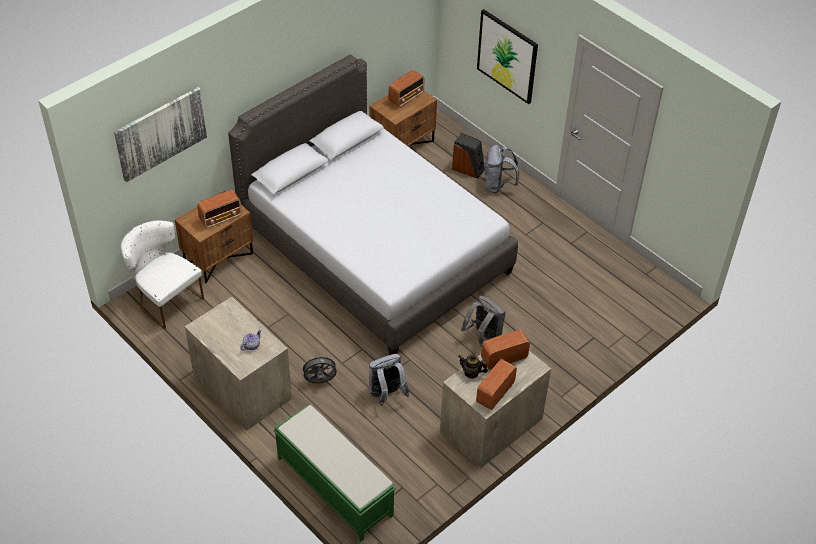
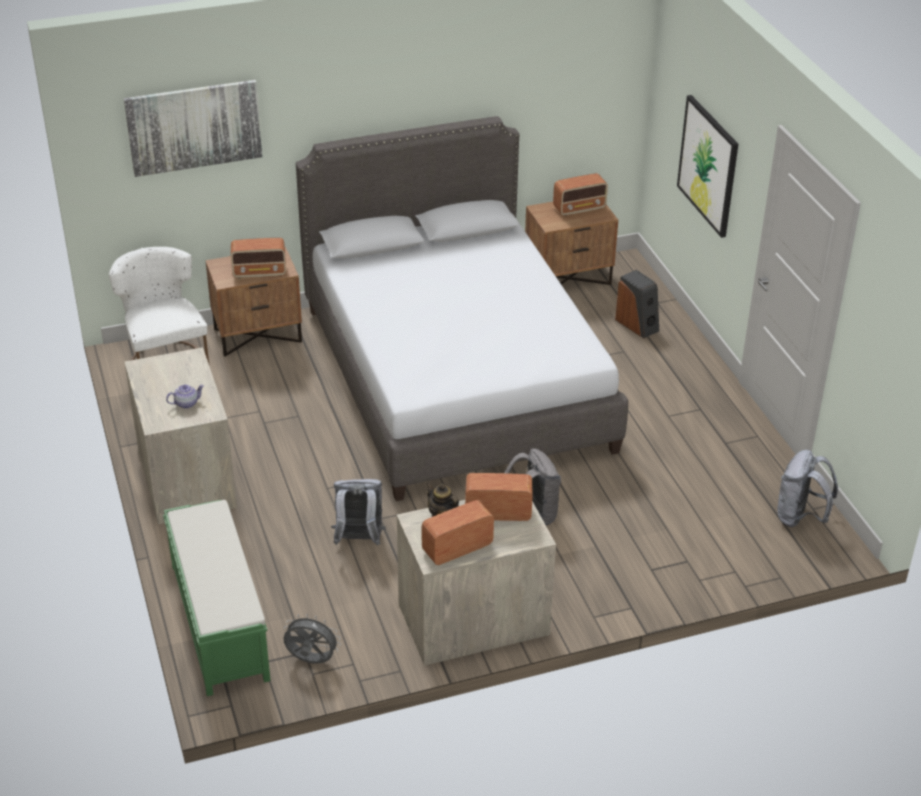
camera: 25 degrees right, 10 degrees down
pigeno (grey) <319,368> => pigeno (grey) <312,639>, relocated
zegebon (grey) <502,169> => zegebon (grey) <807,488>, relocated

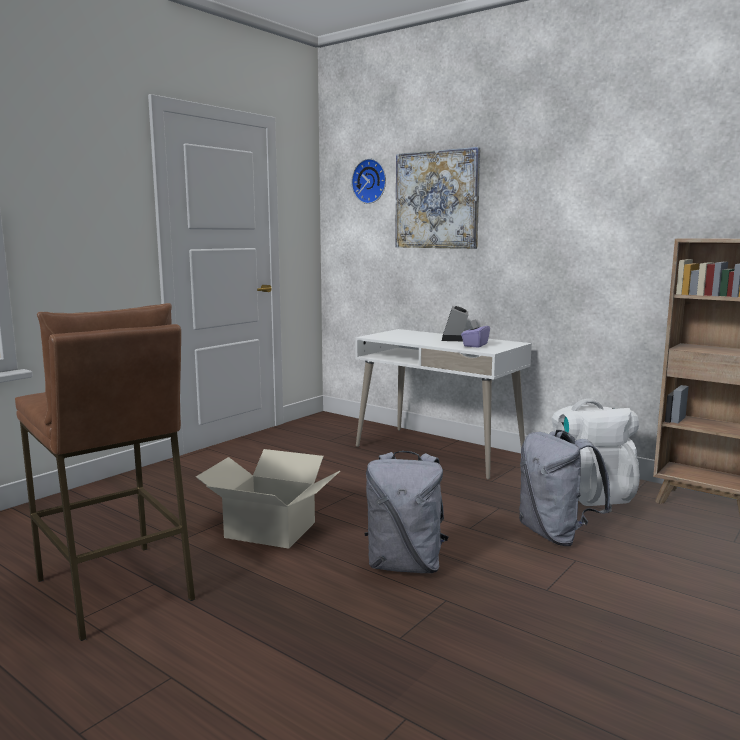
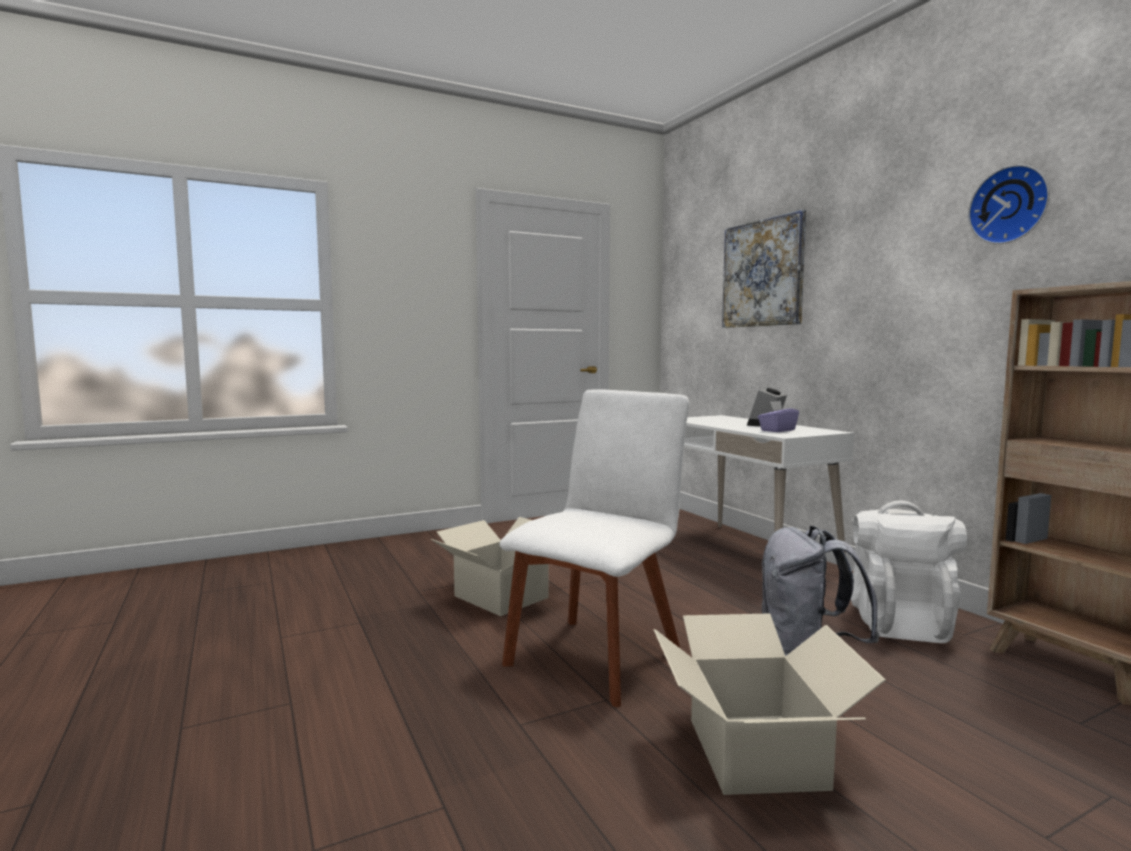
camera: 25 degrees right, 5 degrees down
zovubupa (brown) <105,472> => nothing
nothing => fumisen <769,704>
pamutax <368,181> => pamutax <1009,204>, relocated
zegebon (grey) <407,512> => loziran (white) <594,548>

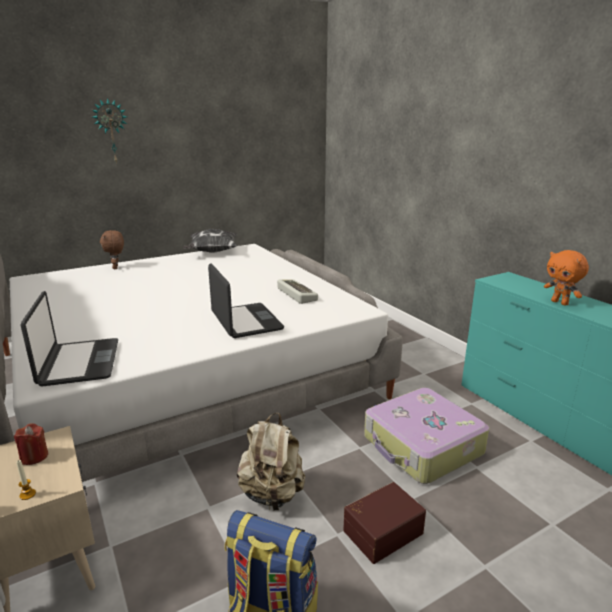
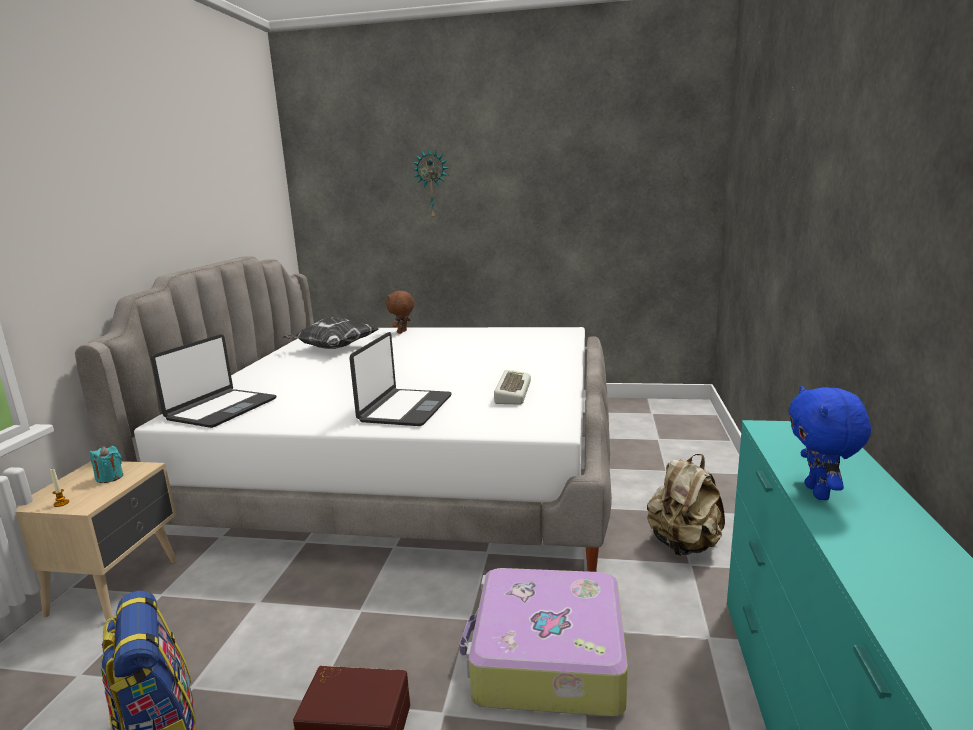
camera: 40 degrees right, 5 degrees down
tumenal <210,241> => tumenal <330,333>, relocated
zegebon (beige) <271,462> => zegebon (beige) <686,505>, relocated
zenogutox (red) <31,444> => zenogutox (turquoise) <106,464>
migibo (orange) <566,278> => migibo (blue) <829,443>

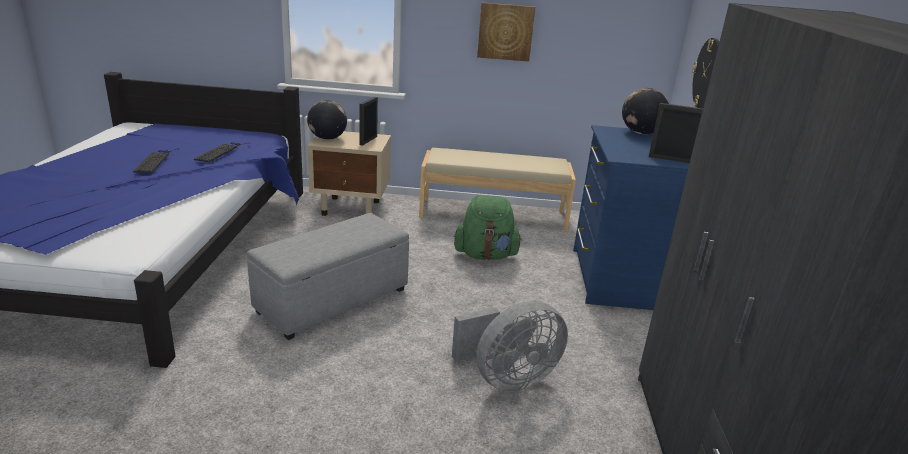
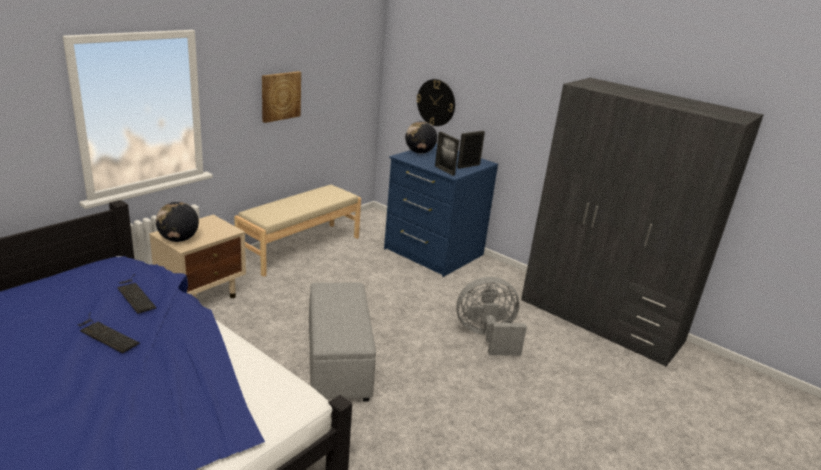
camera: 55 degrees left, 0 degrees up
zegebon (green) <488,227> => nothing
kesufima <369,121> => kesufima <447,154>, relocated
pigeno (grey) <510,346> => pigeno (grey) <491,316>, 105 degrees counterclockwise

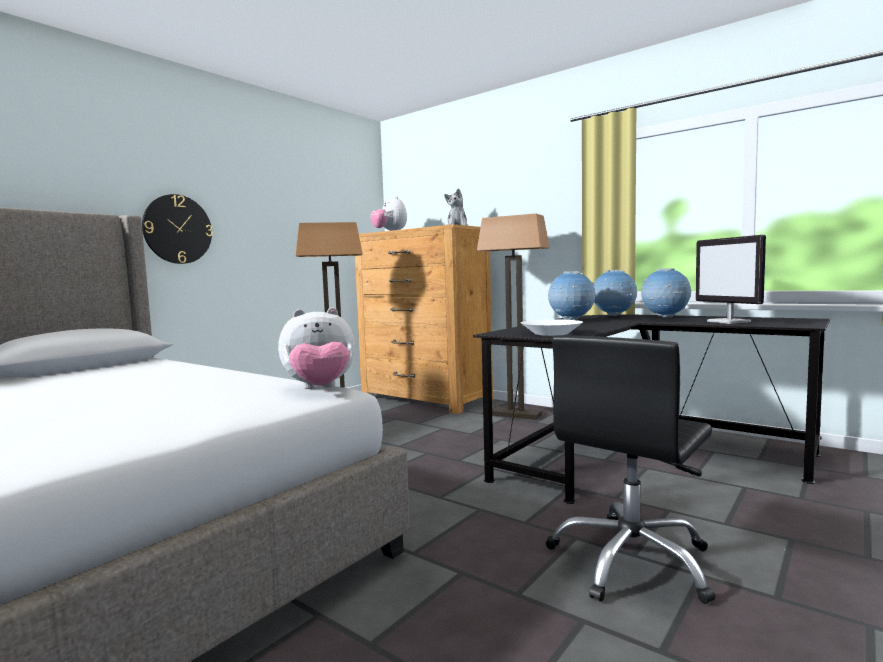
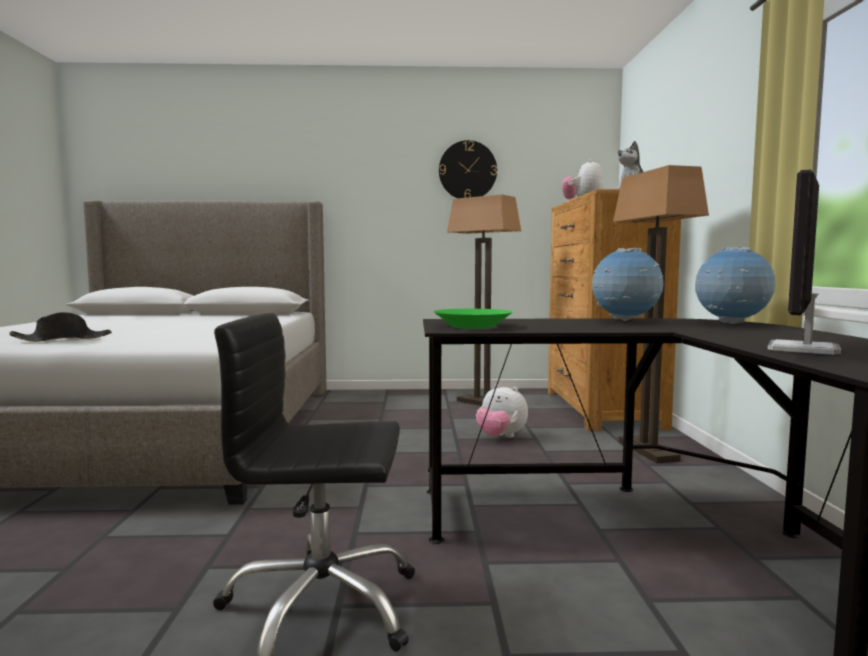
camera: 50 degrees right, 0 degrees up
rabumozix <666,293> => nothing
nothing => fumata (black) <60,327>
pamutax <177,229> => pamutax <468,169>, relocated
migibo <316,348> => migibo <502,411>, relocated
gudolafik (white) <552,327> => gudolafik (green) <473,319>

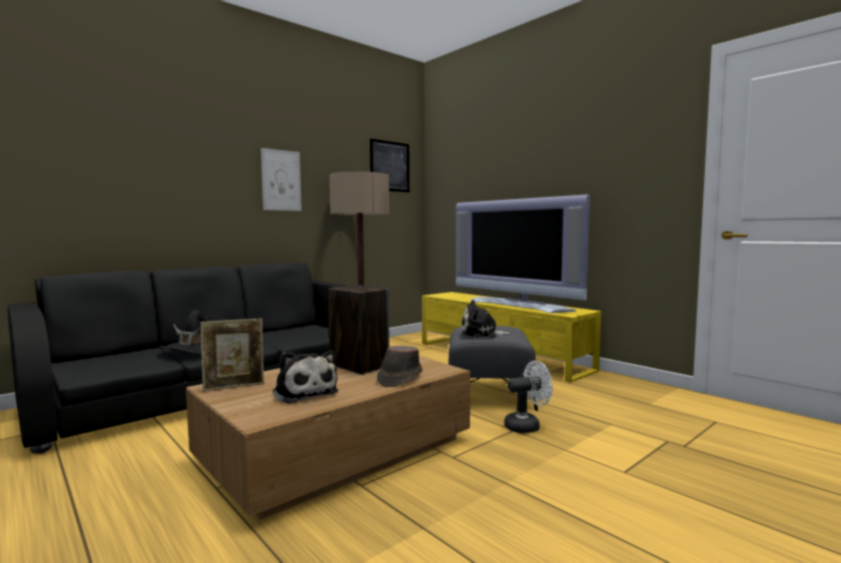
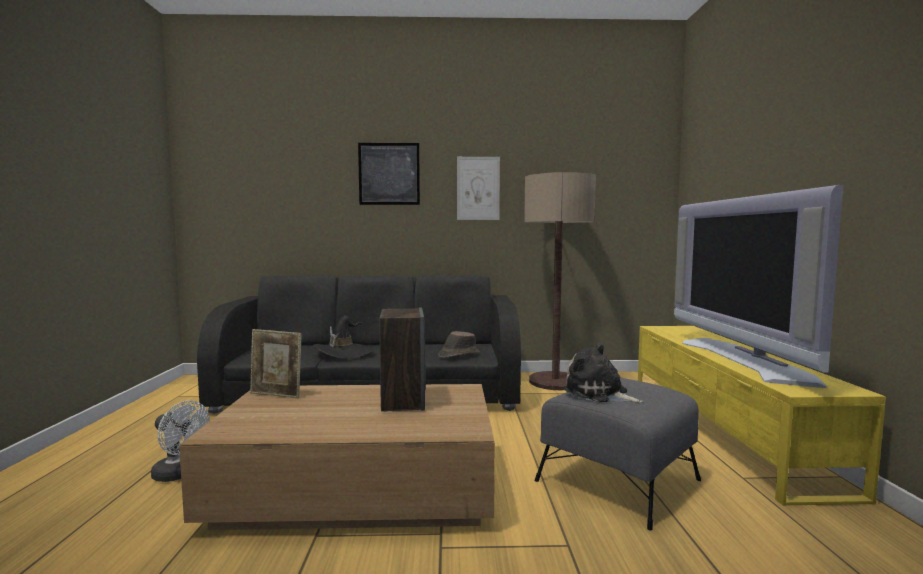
camera: 40 degrees right, 0 degrees up
migibo <305,377> => nothing
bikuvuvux <389,165> => bikuvuvux <389,174>, relocated
fumata (brown) <400,366> => fumata (brown) <459,344>, relocated
pigeno (white) <528,396> => pigeno (white) <180,441>, relocated

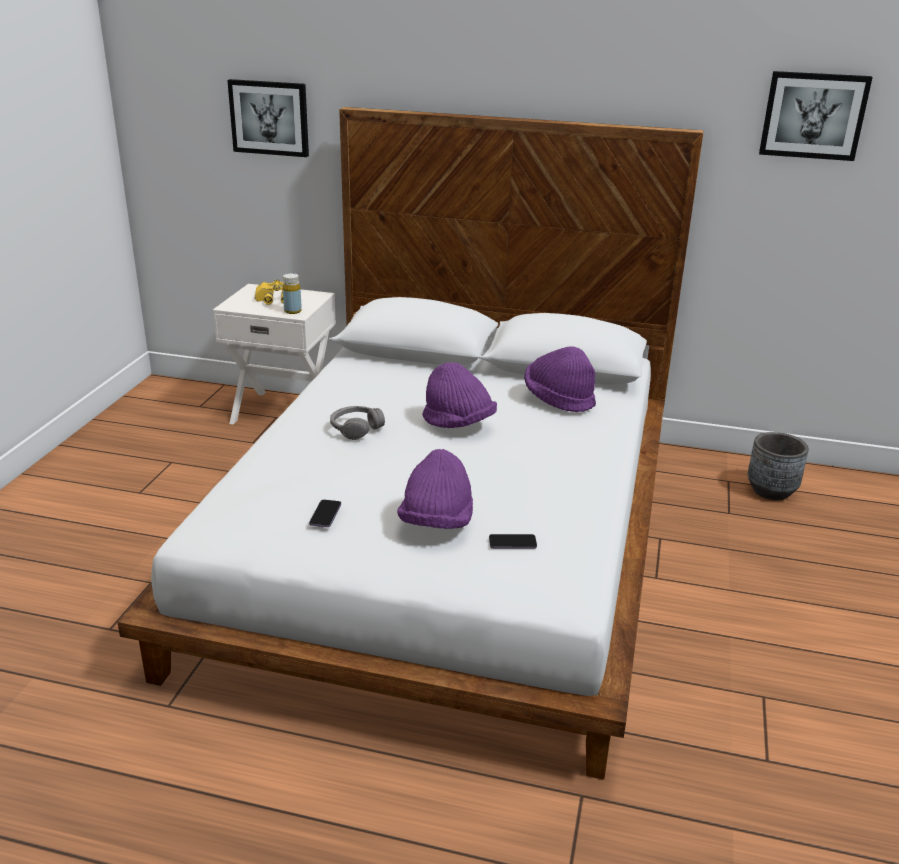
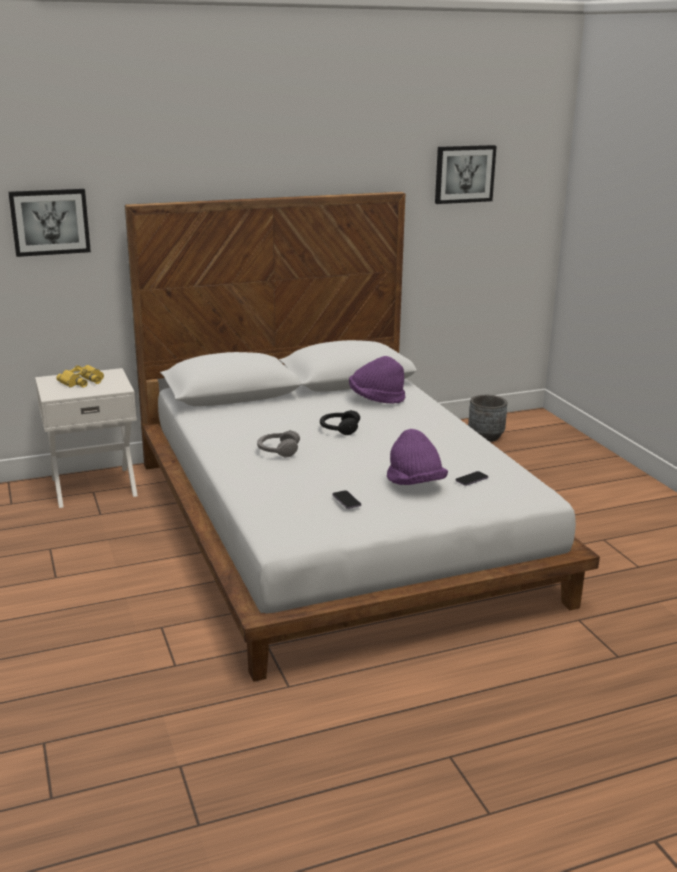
camera: 35 degrees left, 5 degrees down
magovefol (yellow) <292,293> => nothing
fumata (purple) <459,395> => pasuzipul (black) <340,422>

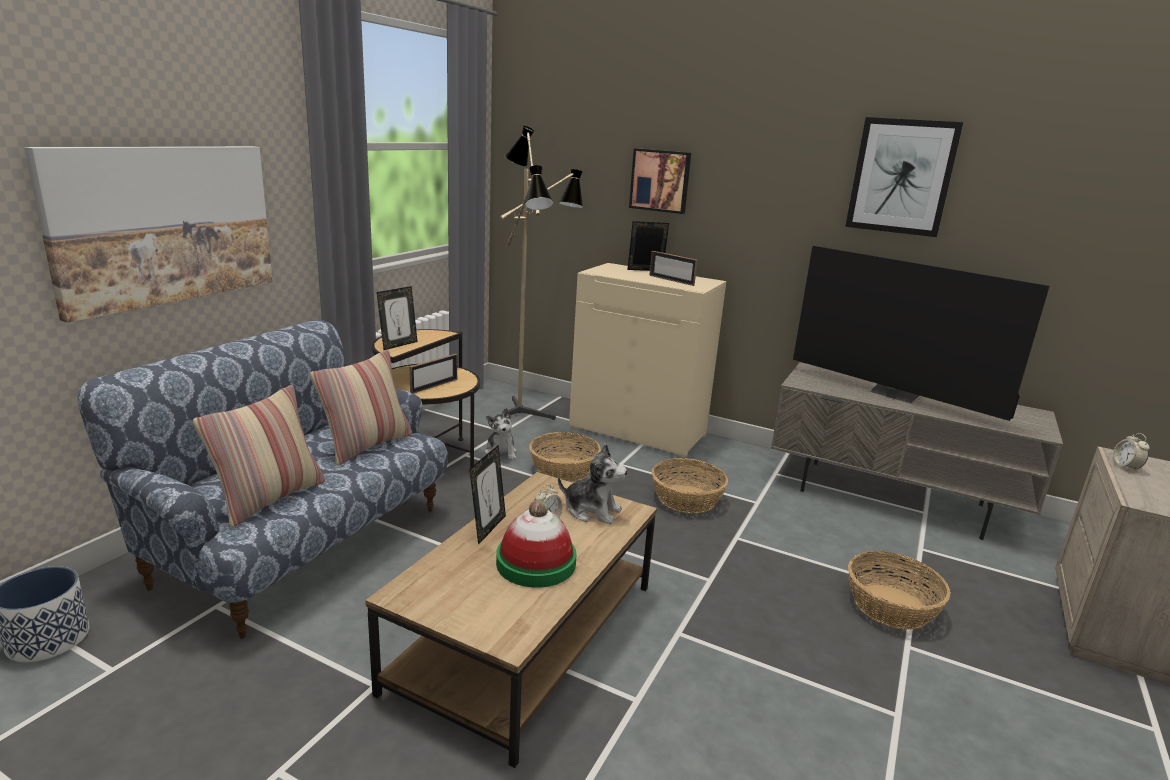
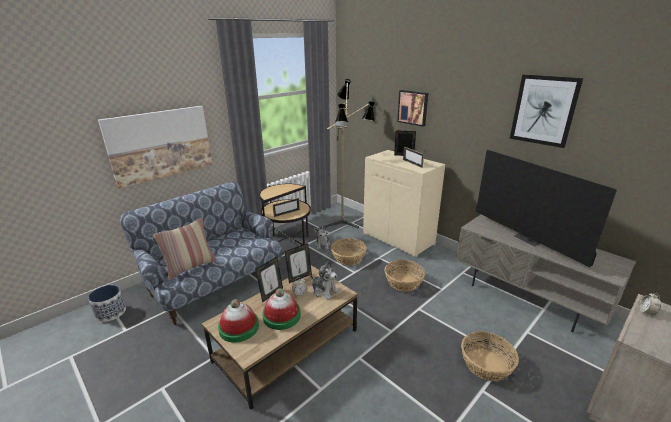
camera: 20 degrees right, 5 degrees up
tumenal <361,408> => nothing
nothing => fumata <238,321>
kesufima <397,318> => kesufima <298,263>, relocated

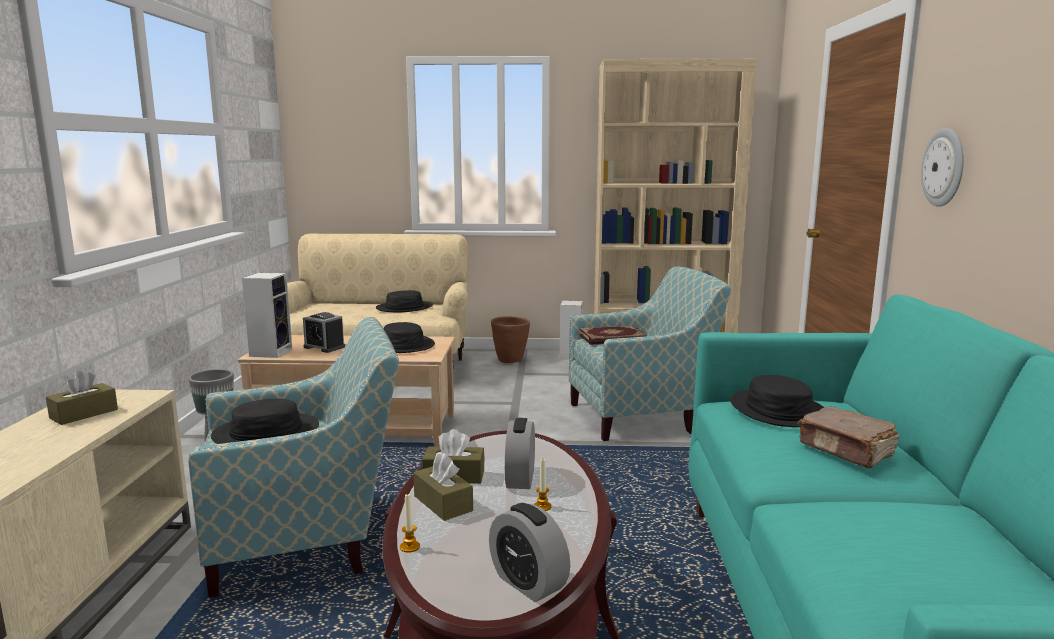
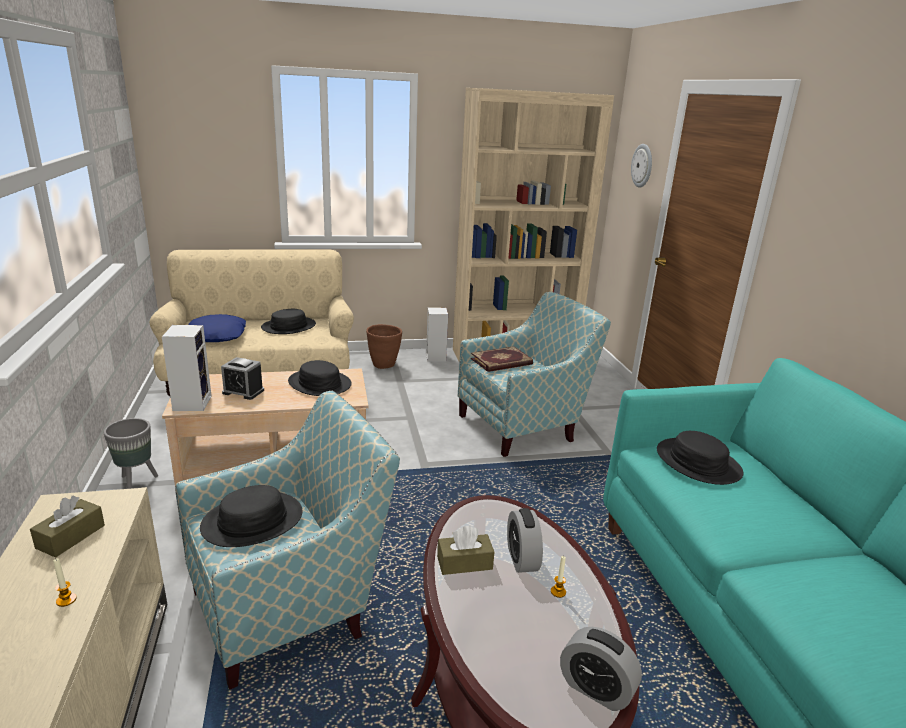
camera: 15 degrees left, 10 degrees up
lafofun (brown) <443,487> => nothing
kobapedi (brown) <848,437> => nothing
nothing => tumenal (blue) <217,328>
zenogutox <410,523> => zenogutox <65,582>, relocated
pamutax <942,167> => pamutax <641,166>, relocated

